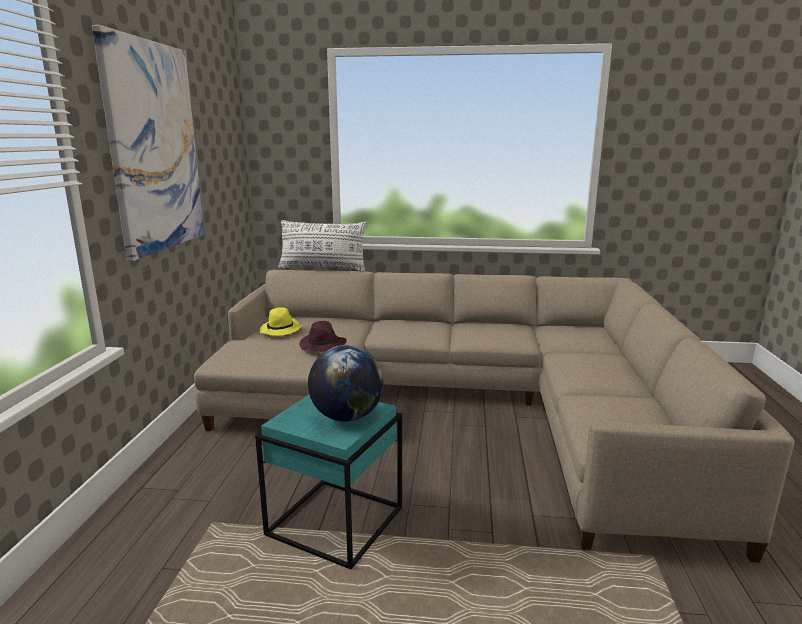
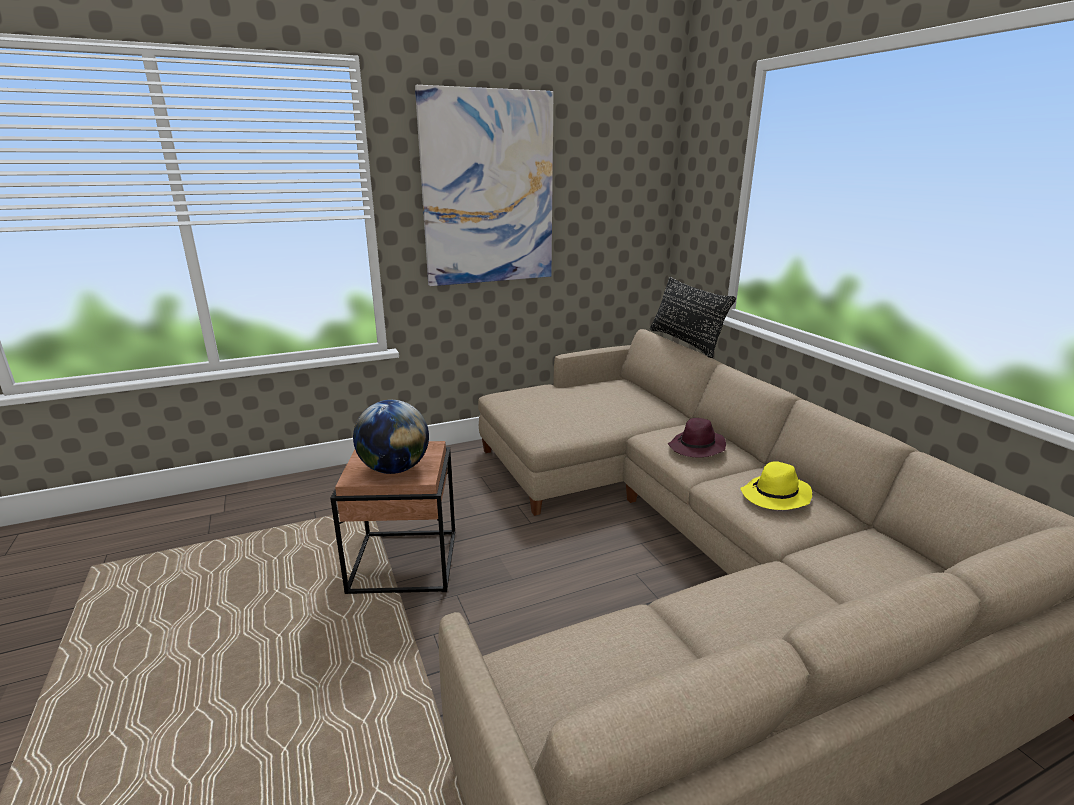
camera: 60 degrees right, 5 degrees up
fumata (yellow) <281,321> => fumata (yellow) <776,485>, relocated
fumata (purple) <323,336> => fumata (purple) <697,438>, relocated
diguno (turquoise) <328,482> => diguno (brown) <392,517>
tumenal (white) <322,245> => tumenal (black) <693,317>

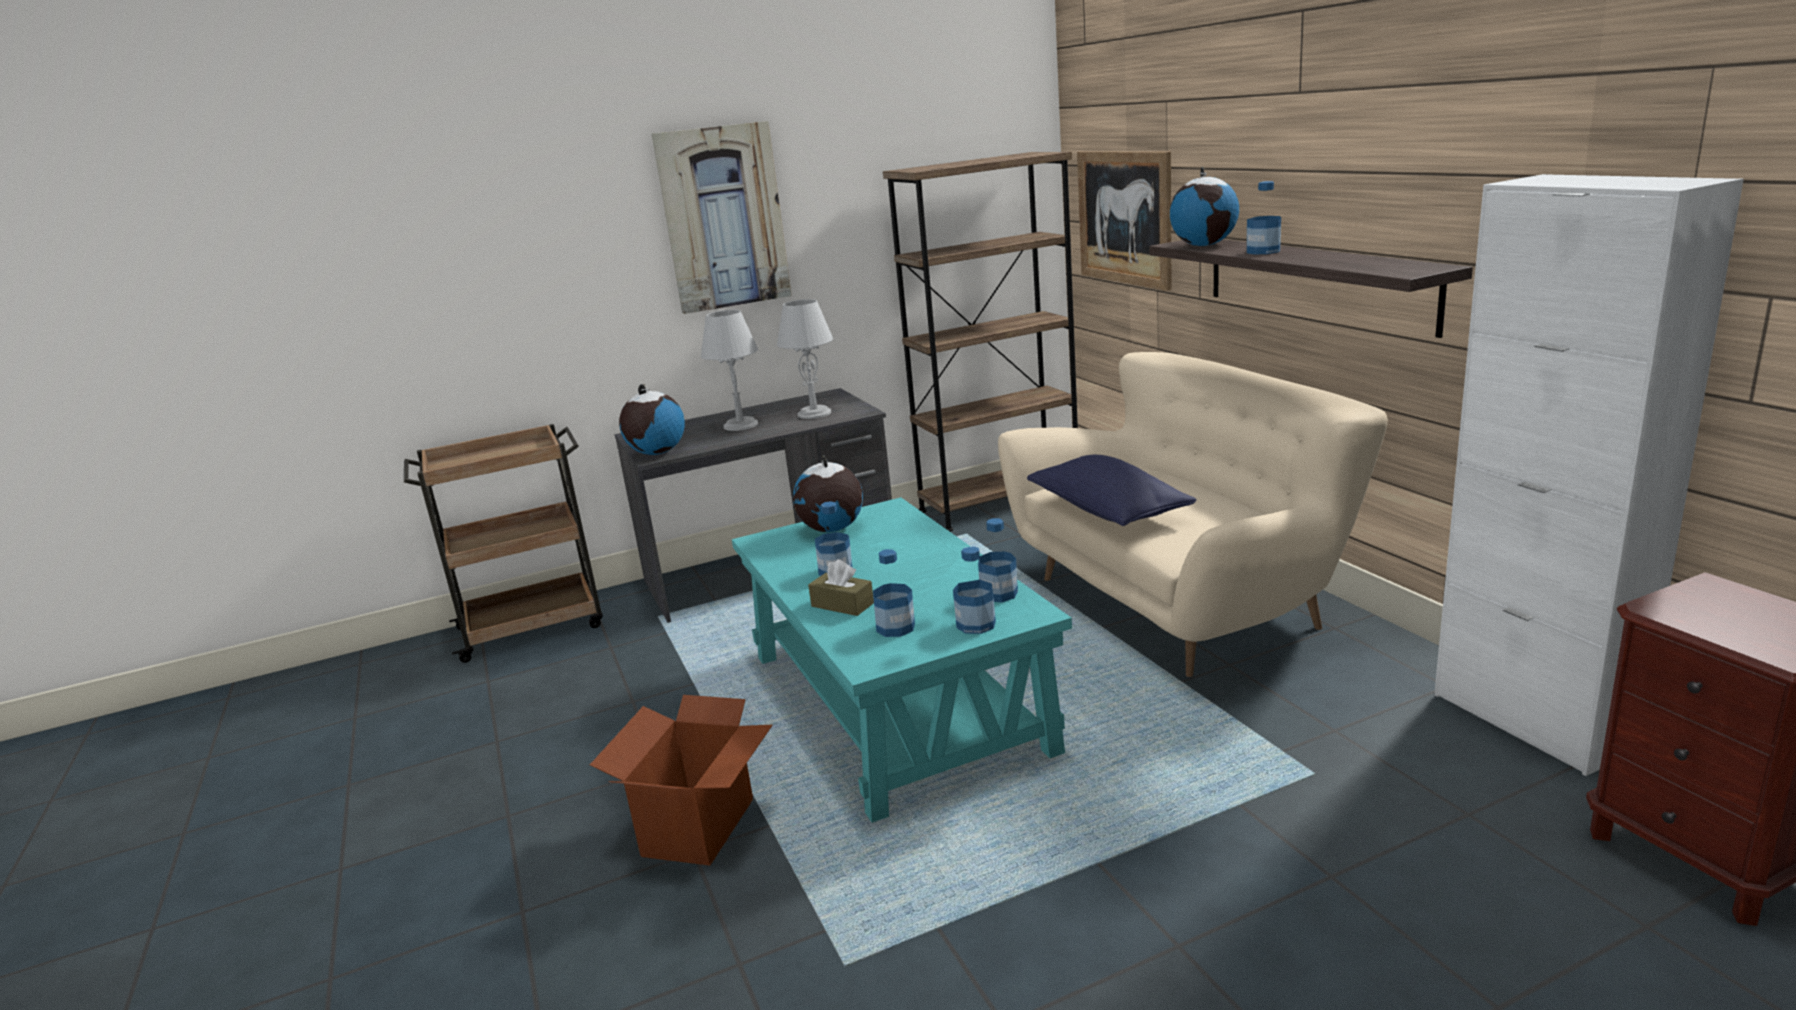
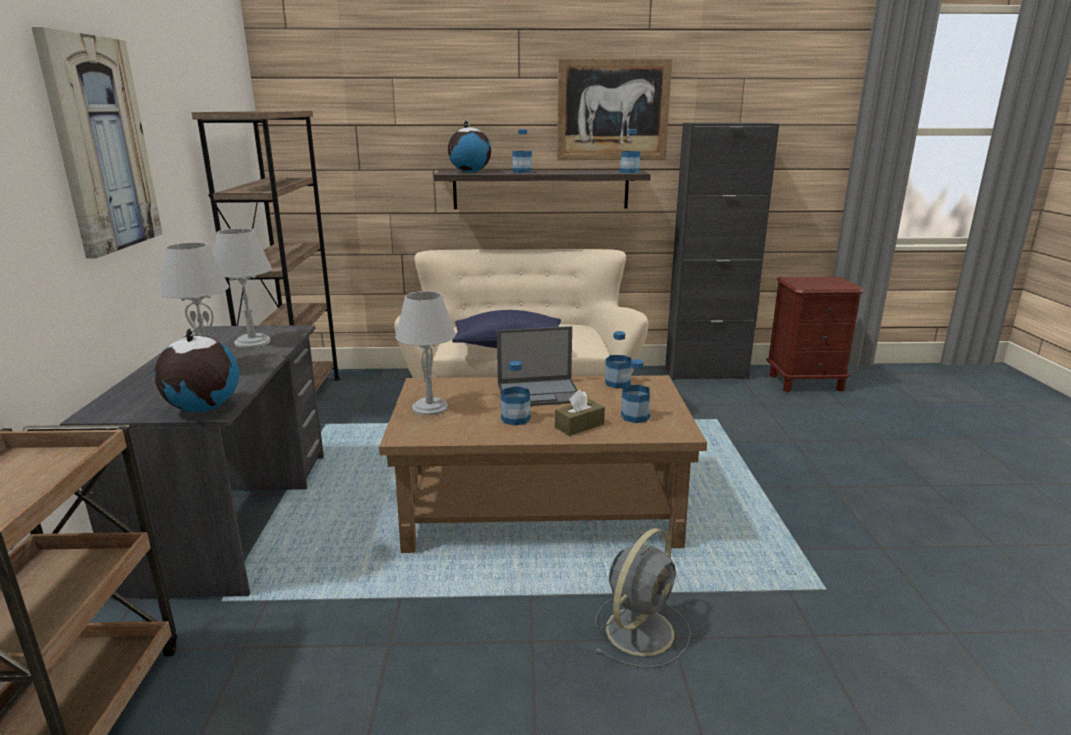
camera: 70 degrees left, 0 degrees up
nothing => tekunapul <537,366>
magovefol <974,590> => magovefol <630,151>, relocated
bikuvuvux <1124,221> => bikuvuvux <614,109>, relocated
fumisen <681,780> => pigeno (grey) <642,598>
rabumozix <828,493> => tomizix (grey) <426,353>
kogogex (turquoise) <902,660> => kogogex (brown) <543,464>
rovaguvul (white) <1589,475> => rovaguvul (black) <722,251>

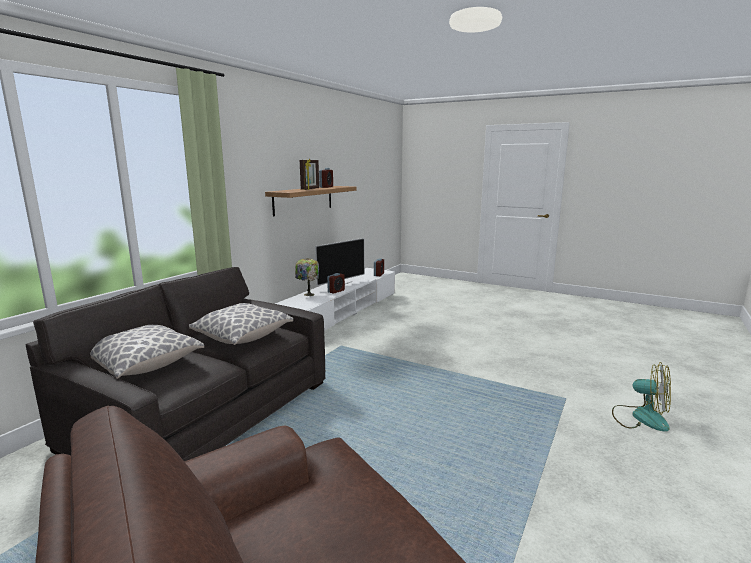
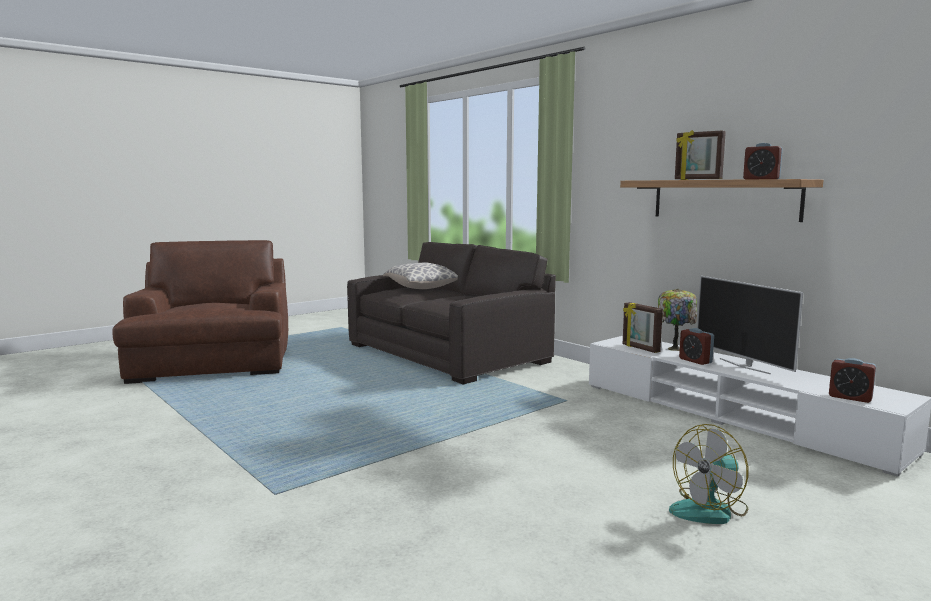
camera: 110 degrees right, 5 degrees down
tumenal <241,324> => nothing
nothing => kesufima <643,327>
pigeno <641,397> => pigeno <709,474>, relocated

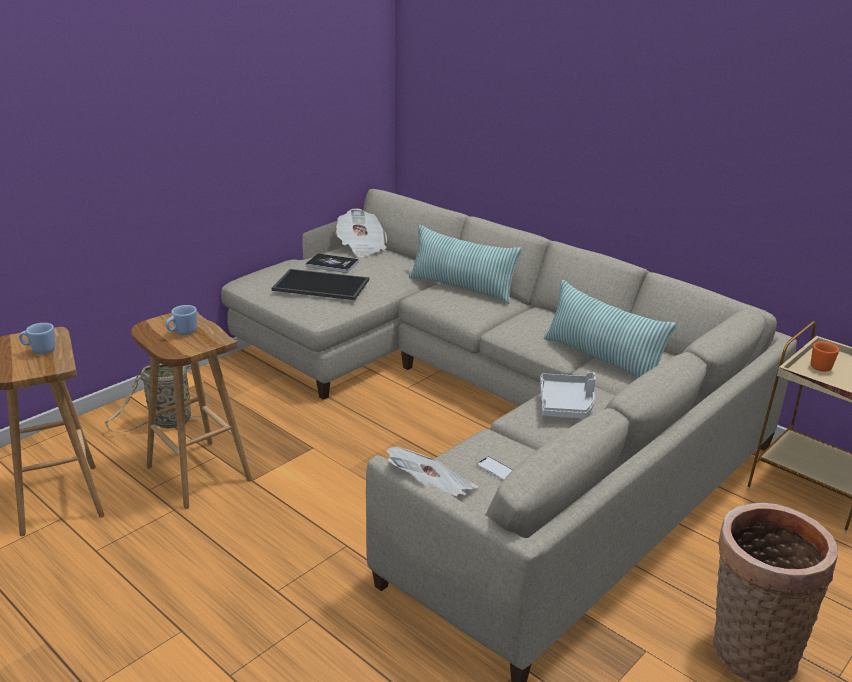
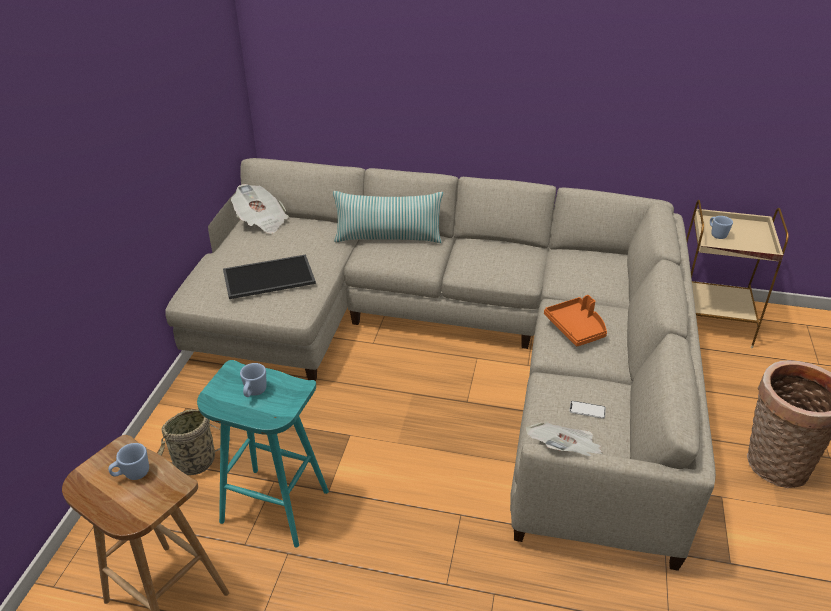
camera: 30 degrees left, 10 degrees up
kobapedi <332,263> => nothing
tumenal <610,329> => nothing
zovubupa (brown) <191,410> => zovubupa (turquoise) <263,454>
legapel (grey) <568,395> => legapel (orange) <575,320>
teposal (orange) <825,357> => teposal (blue) <721,227>

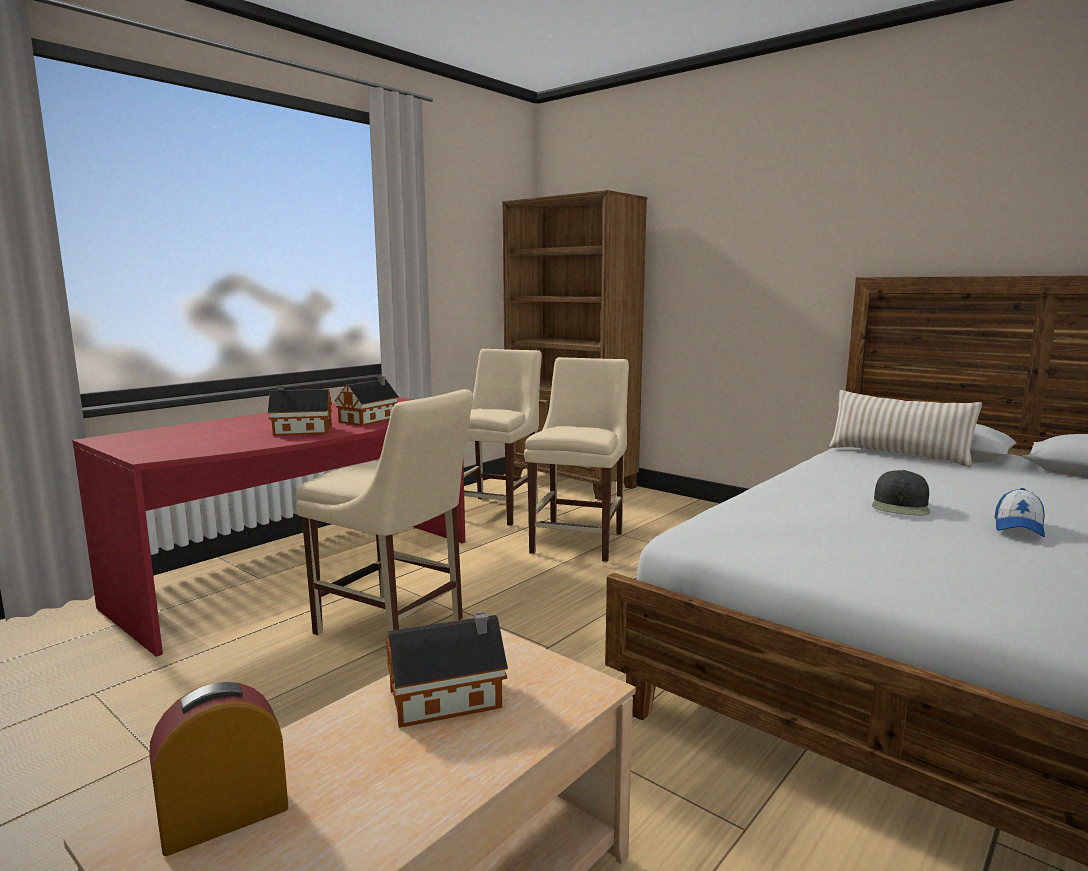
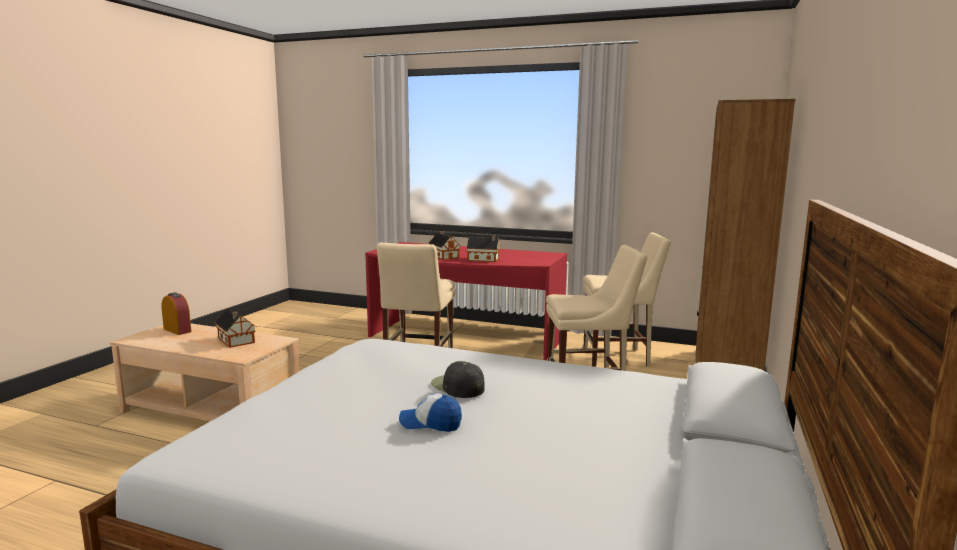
camera: 70 degrees right, 0 degrees up
tumenal (beige) <905,428> => nothing
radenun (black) <901,492> => radenun (black) <458,379>, 45 degrees clockwise

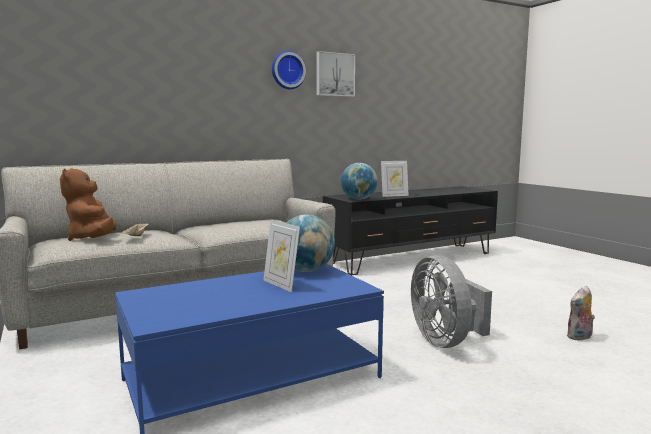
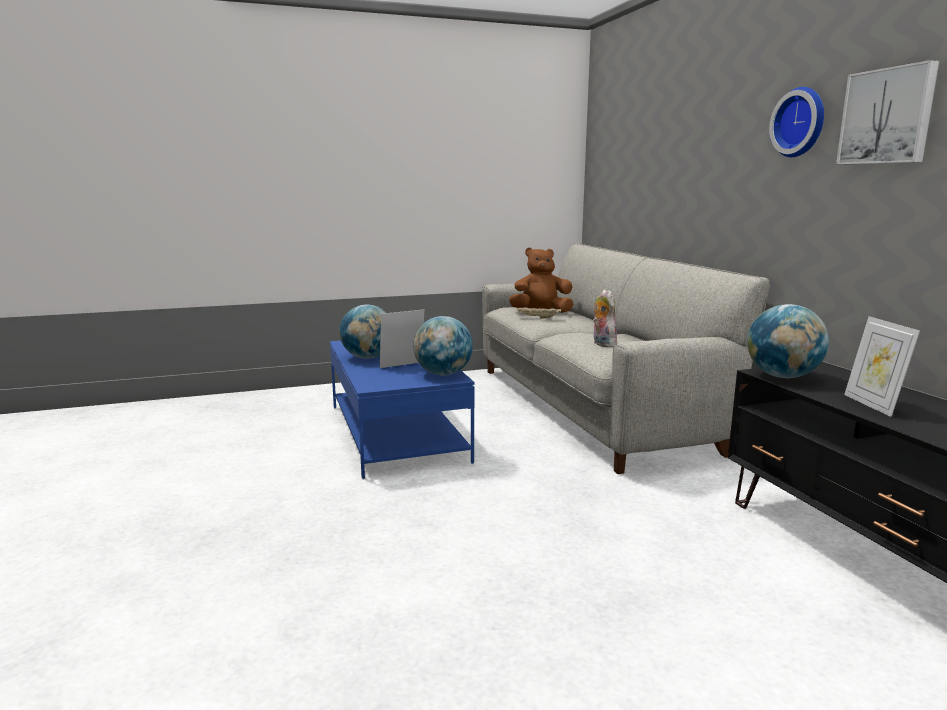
camera: 100 degrees right, 5 degrees up
pigeno (grey) <451,301> => nothing
nothing => rabumozix <362,332>
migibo <580,313> => migibo <605,318>, relocated

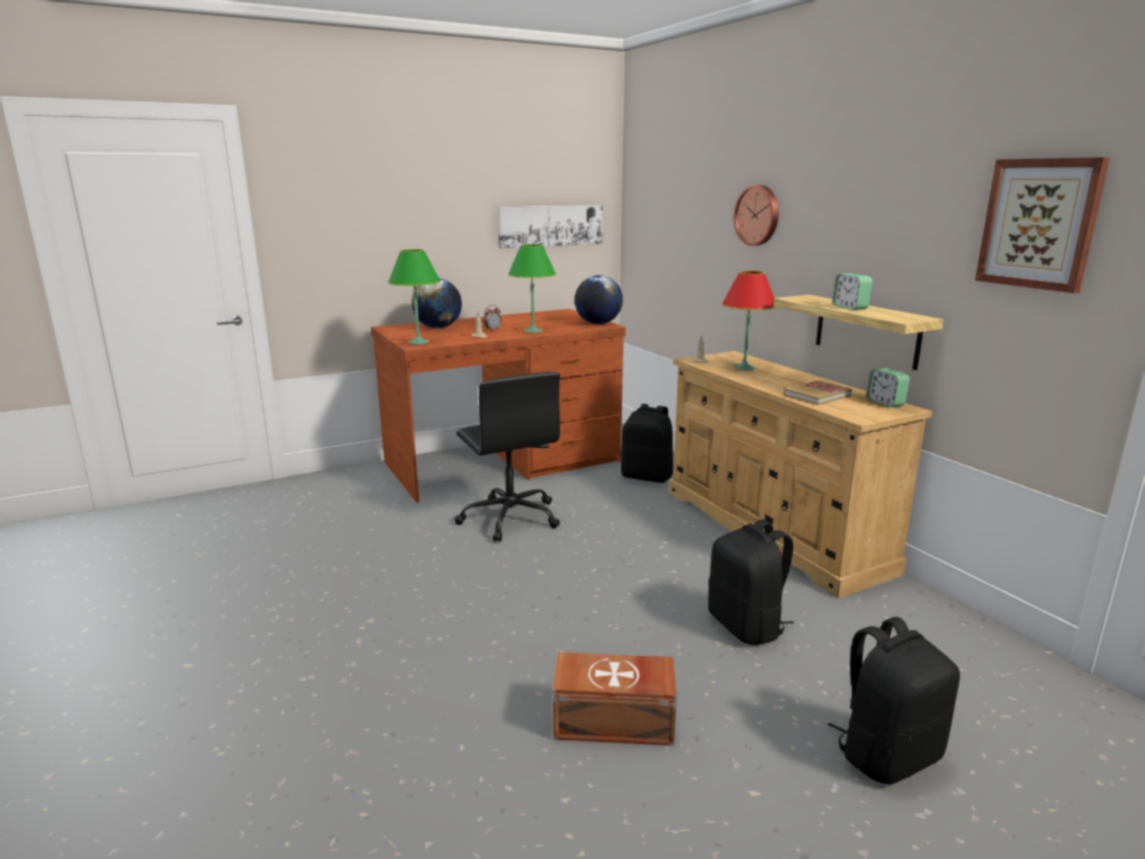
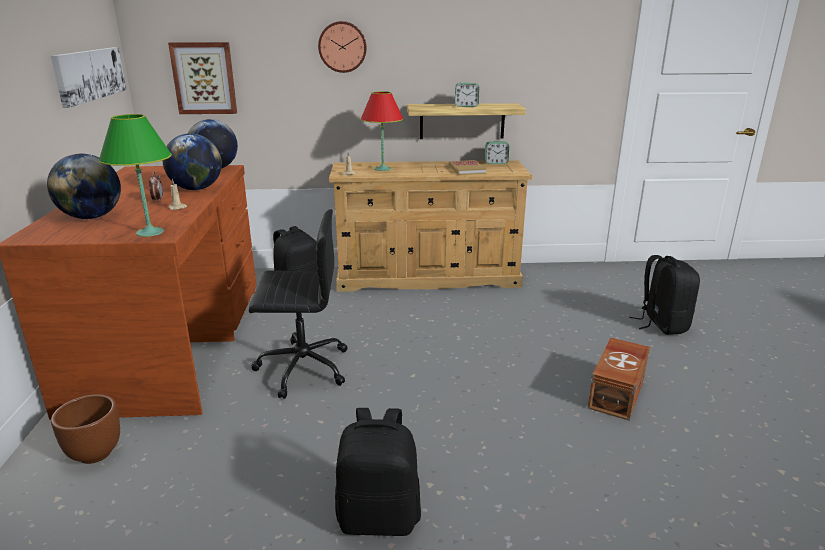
camera: 65 degrees left, 5 degrees up
nothing => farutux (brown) <85,429>
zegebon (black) <751,582> => zegebon (black) <378,472>, relocated
bikuvuvux <1042,225> => bikuvuvux <202,78>, relocated
tomizix (green) <532,288> => rabumozix <192,161>

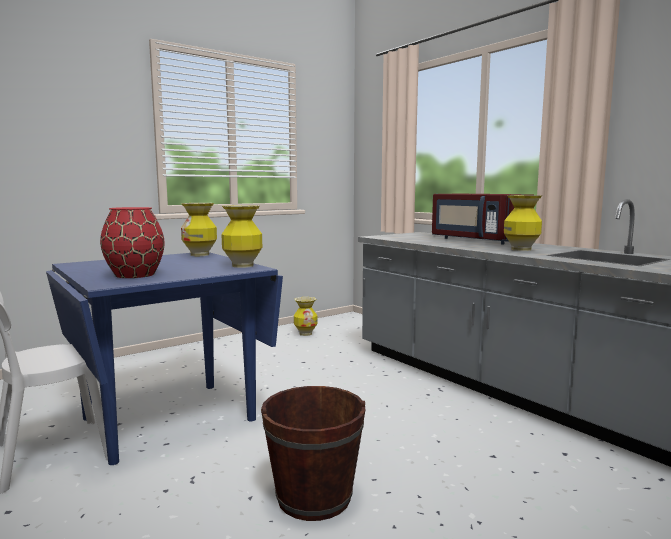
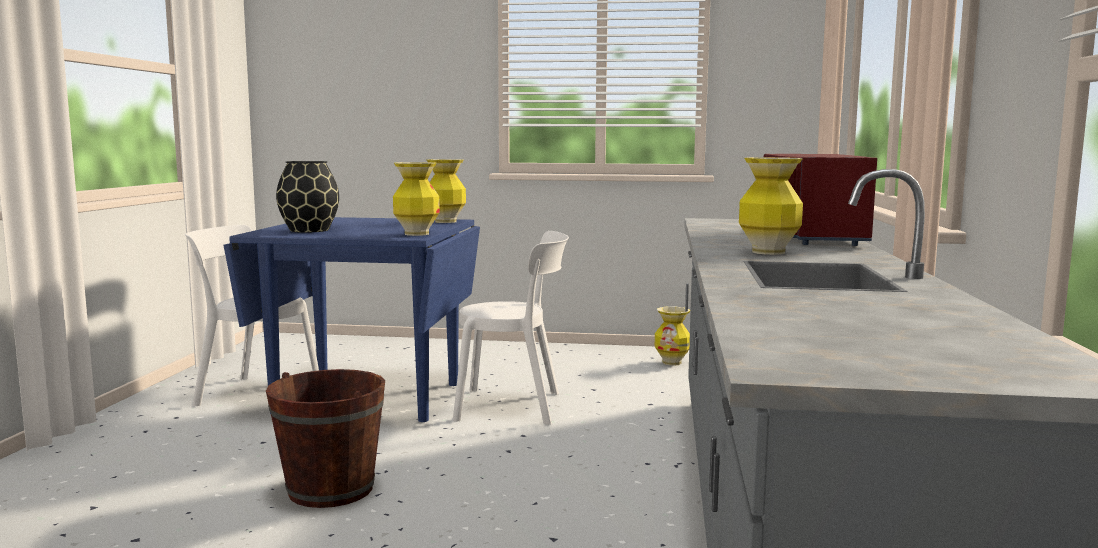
camera: 45 degrees right, 0 degrees up
nothing => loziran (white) <511,328>
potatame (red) <132,242> => potatame (black) <307,197>

